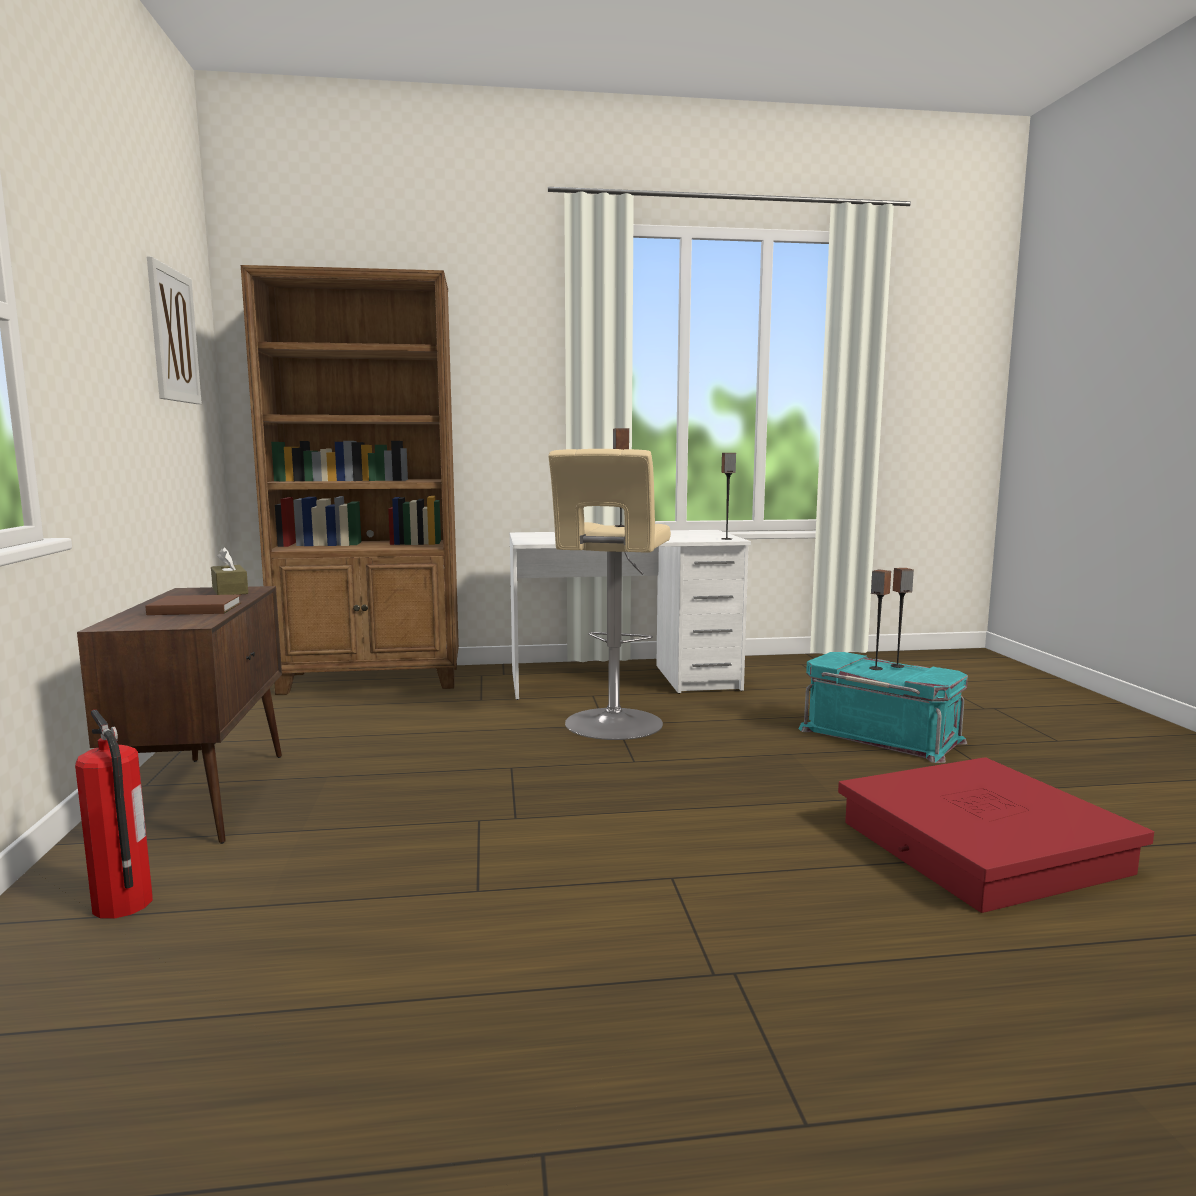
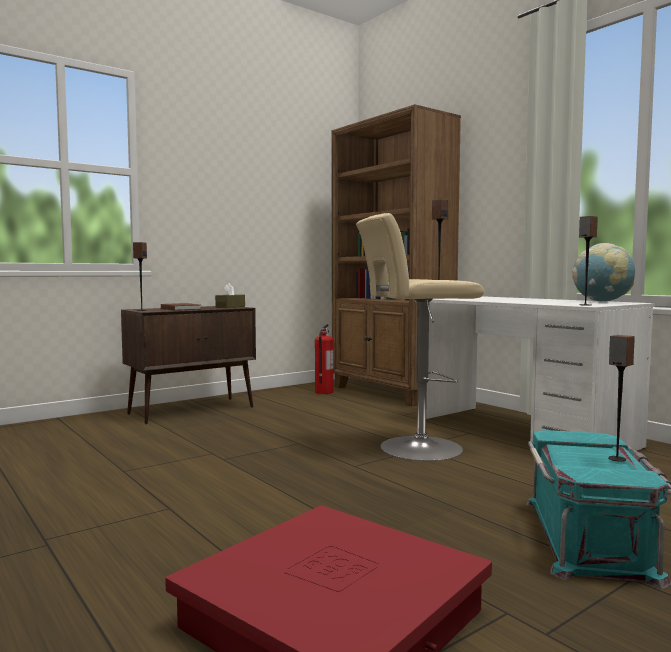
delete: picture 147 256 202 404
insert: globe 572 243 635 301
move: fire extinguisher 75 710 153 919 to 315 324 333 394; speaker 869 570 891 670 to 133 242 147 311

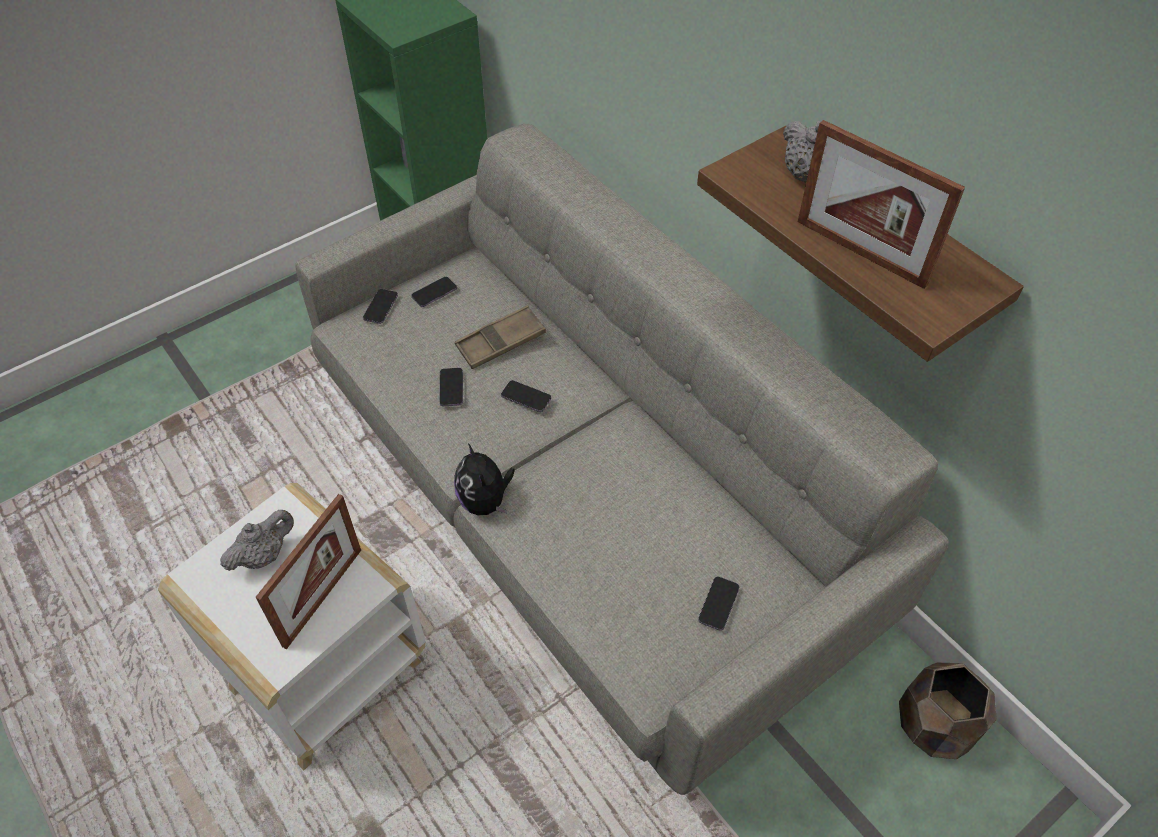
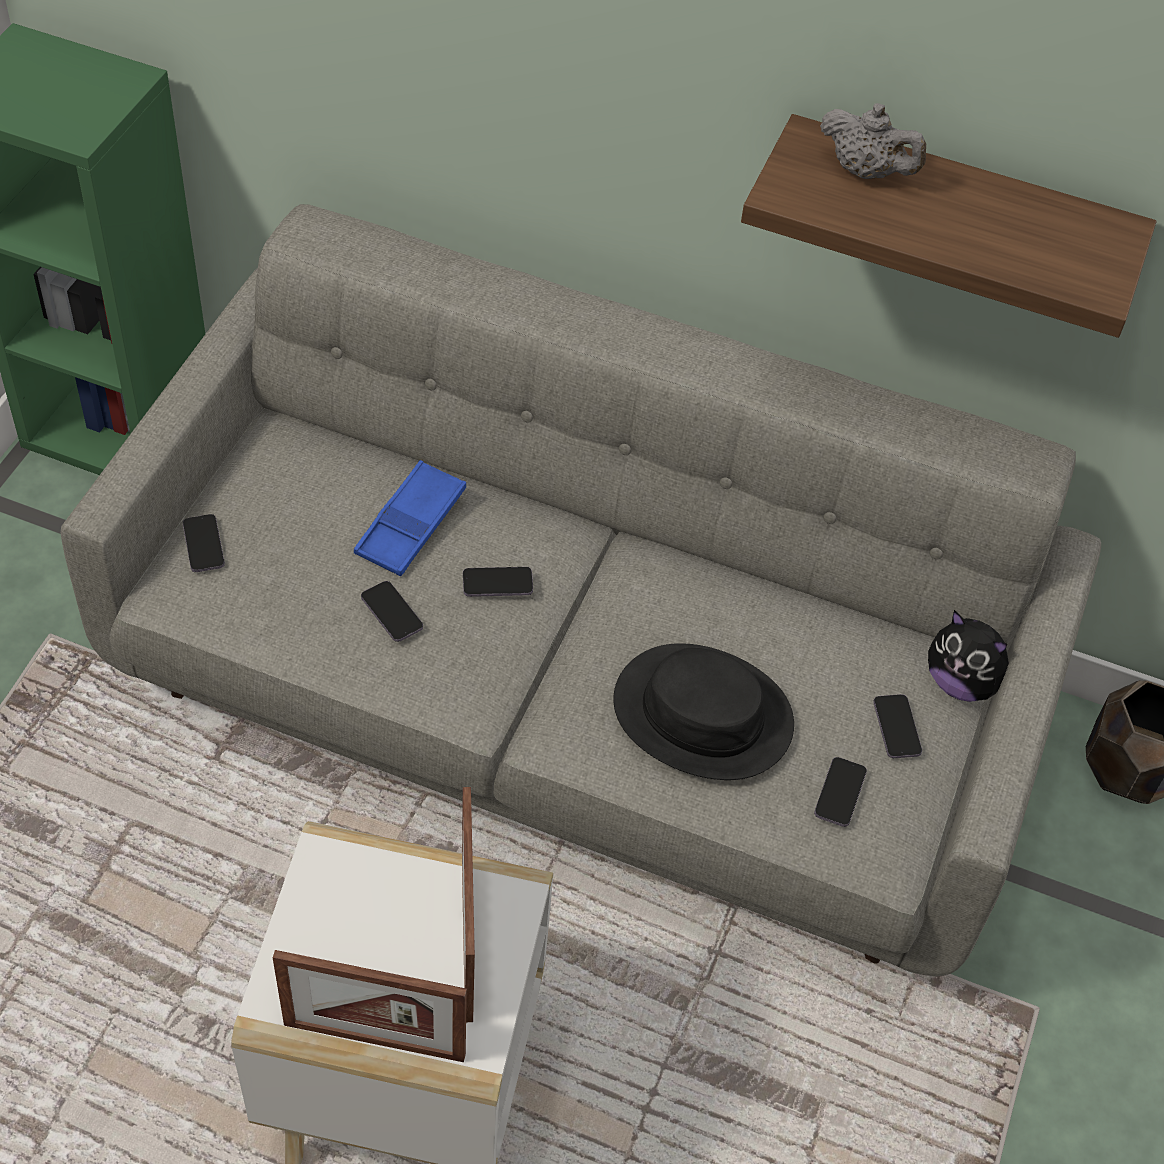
delete: grey teapot 220 510 294 571
insert: black hat 613 643 794 780
move: phone 411 277 457 307 to 814 757 867 827; plush toy 454 442 515 516 to 928 610 1009 702; picture frame 798 120 965 289 to 273 950 467 1062
recolor: brown tray 455 305 546 369 to blue tray 354 460 466 576

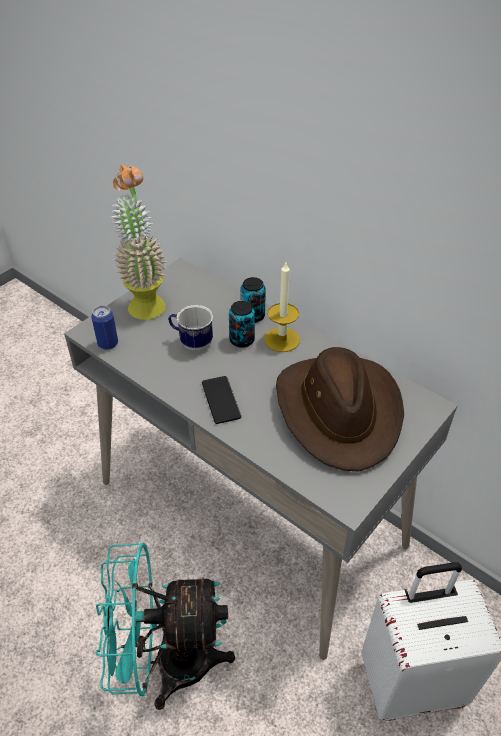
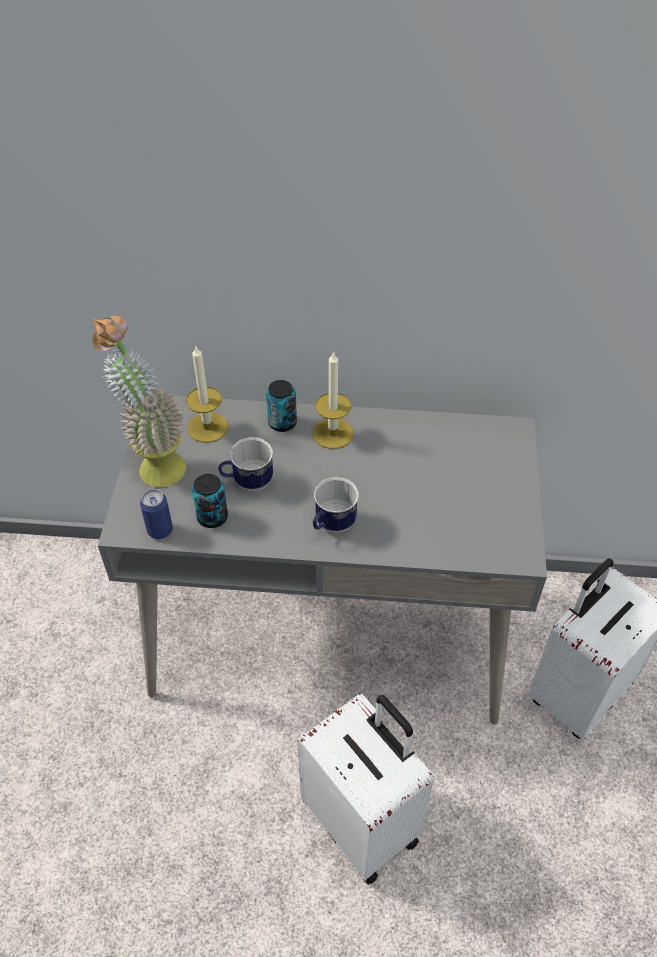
delete: brown hat 276 347 404 472
insert: candle 186 346 228 443
move: can 229 301 255 348 to 192 474 228 528
replace: turquoise fan 96 543 235 710 to white suitcase 297 693 434 885; phone 202 376 241 424 to mug 313 477 359 533

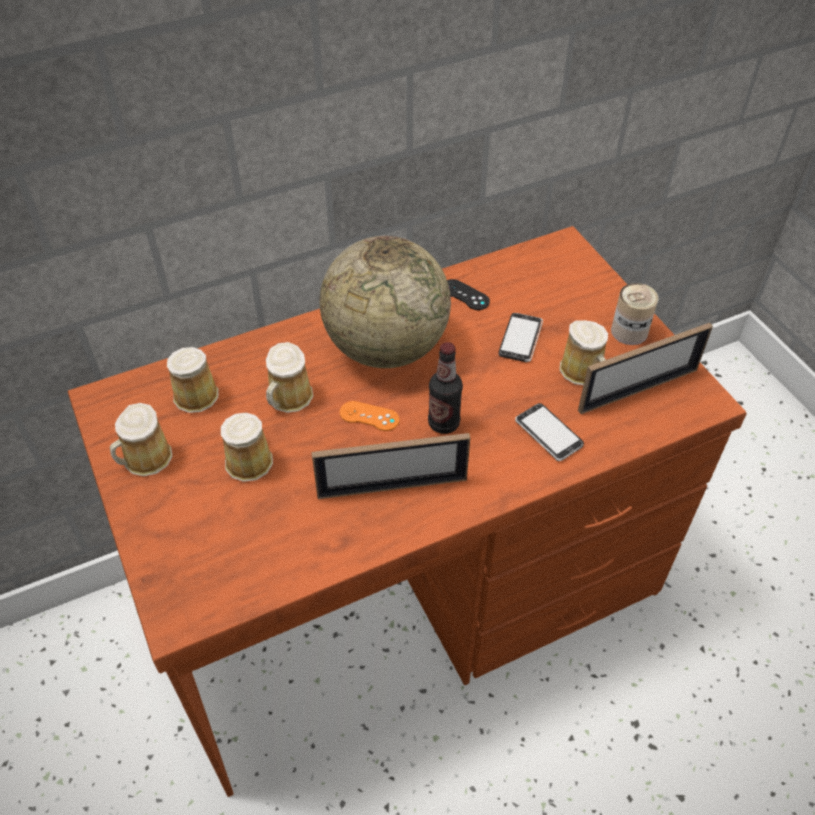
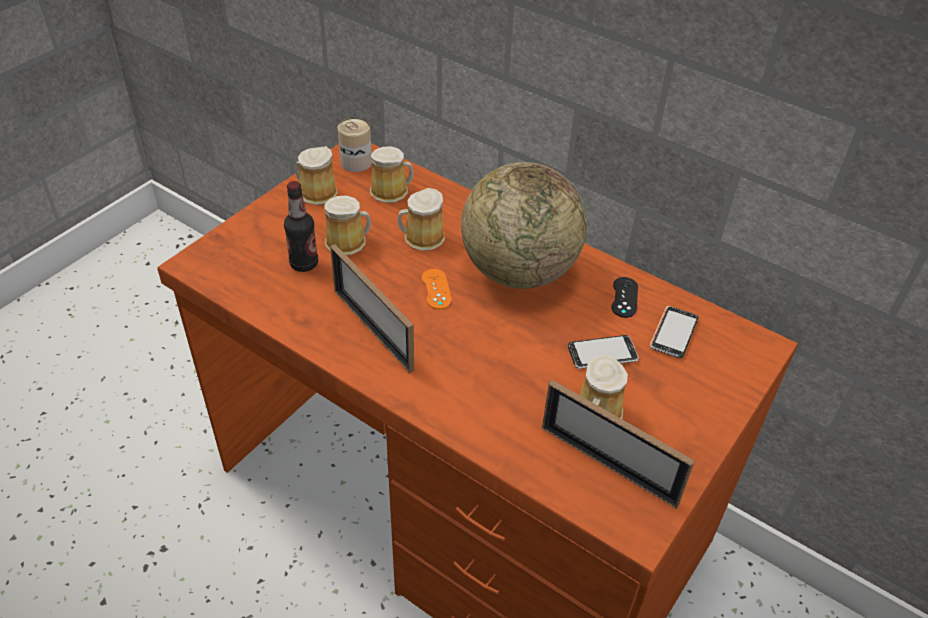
move: bottle 428 342 463 434 to 284 181 318 272; phone 515 403 584 461 to 650 306 698 358; can 611 283 658 345 to 338 118 372 172

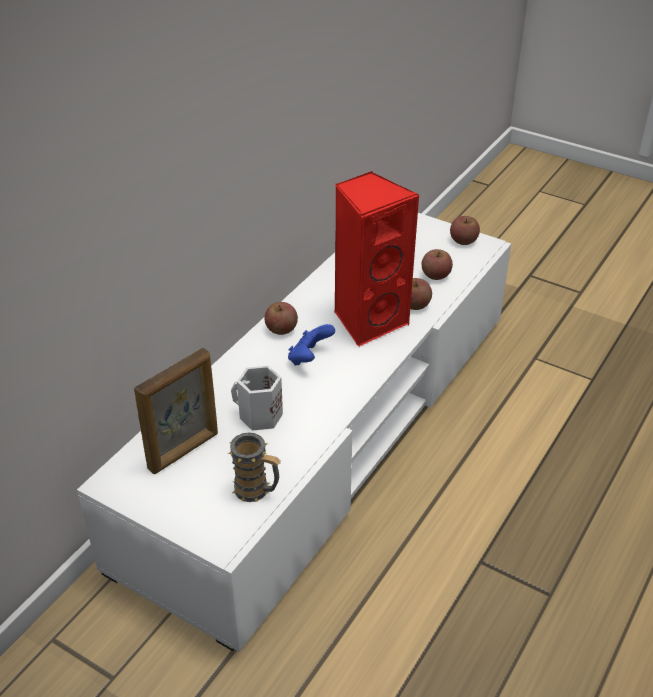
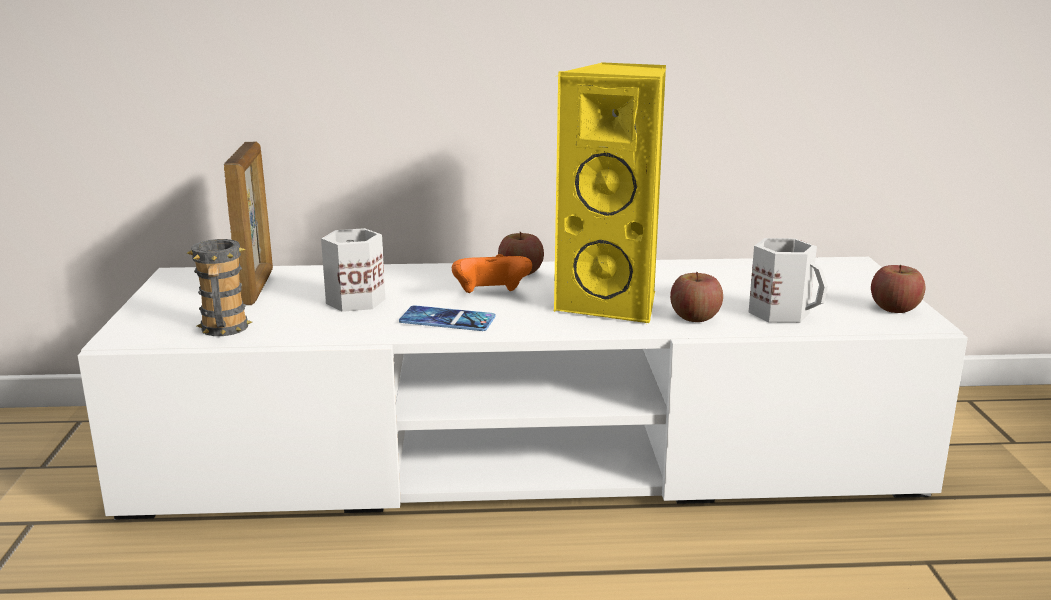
insert: phone 399 305 496 331
replace: apple 422 249 453 280 to white mug 748 238 828 323
recolor: blue game controller 288 324 335 366 to orange game controller 452 254 532 293; red speaker 334 171 419 347 to yellow speaker 554 62 666 324
rotate: picture frame 134 348 218 474 = 224 141 273 305 105 degrees counterclockwise

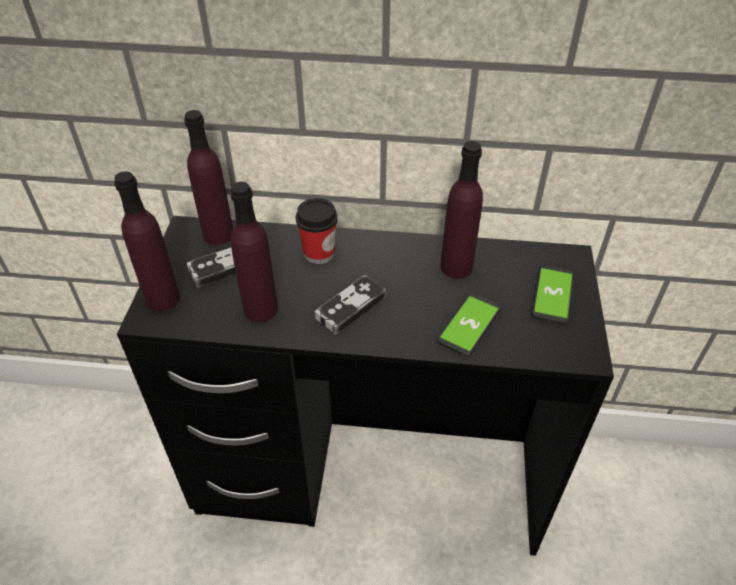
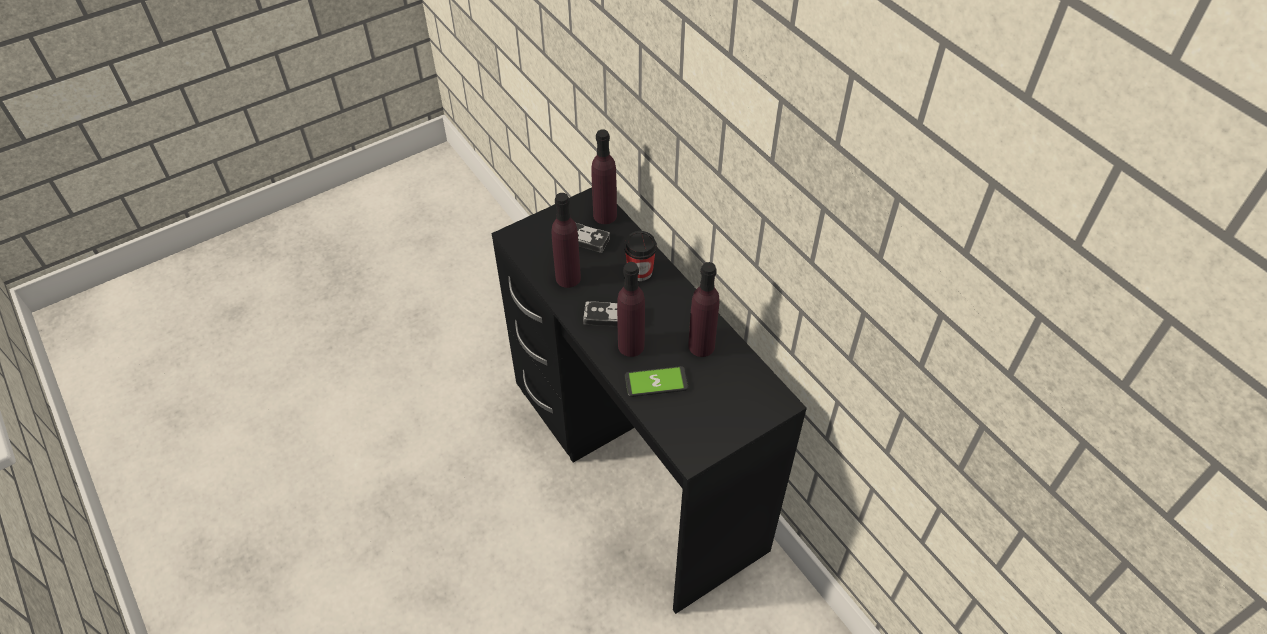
delete: phone 531 265 574 324
move: purple bottle 114 171 180 311 to 617 262 645 357

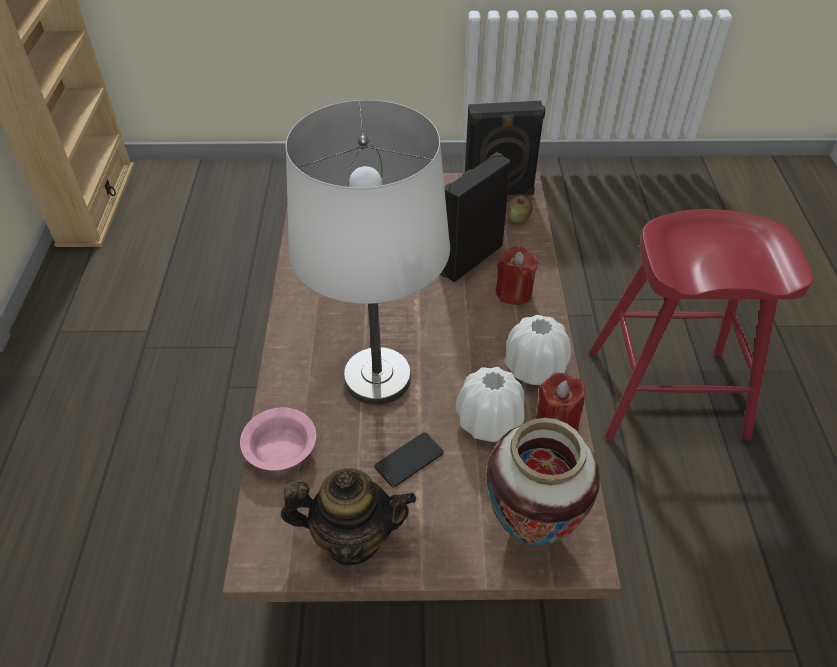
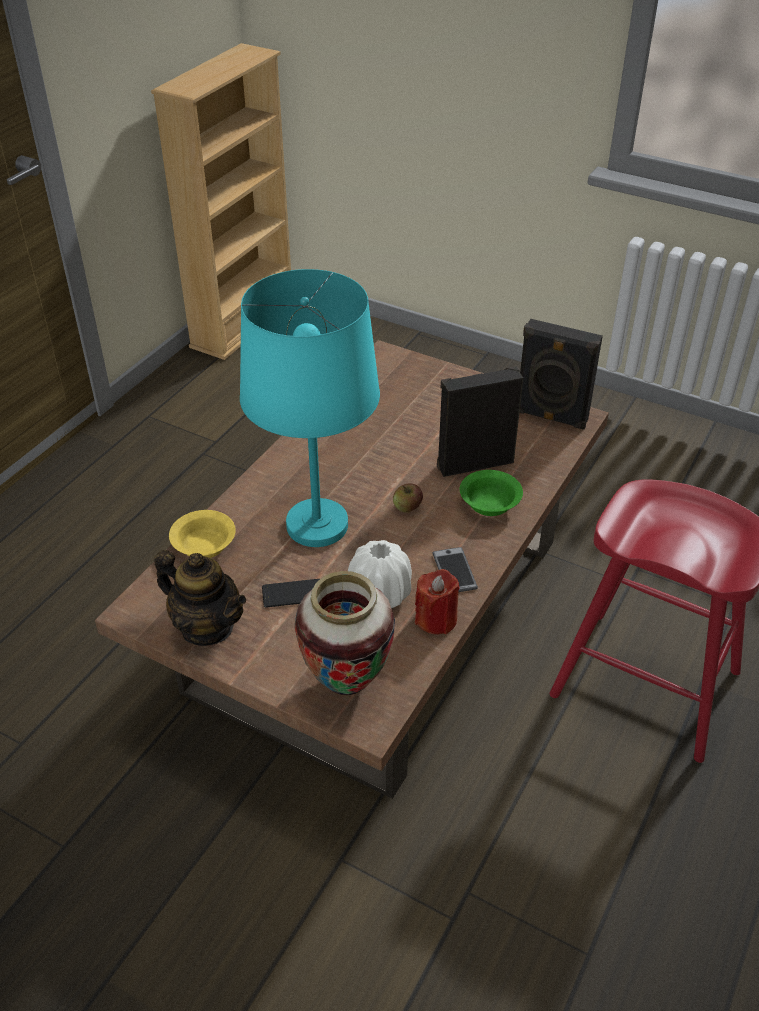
move: apple 507 195 533 223 to 393 483 423 513
replace: red candle 495 246 538 305 to green bowl 460 470 523 516; white vase 505 315 571 385 to phone 432 547 478 592
recolor: pink bowl 240 408 316 471 to yellow bowl 169 510 236 558; white table lamp 286 100 450 405 to turquoise table lamp 240 269 380 547

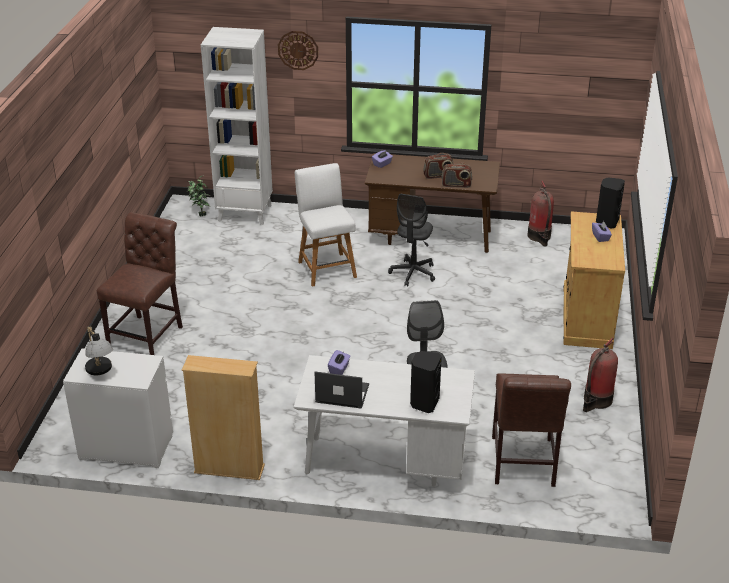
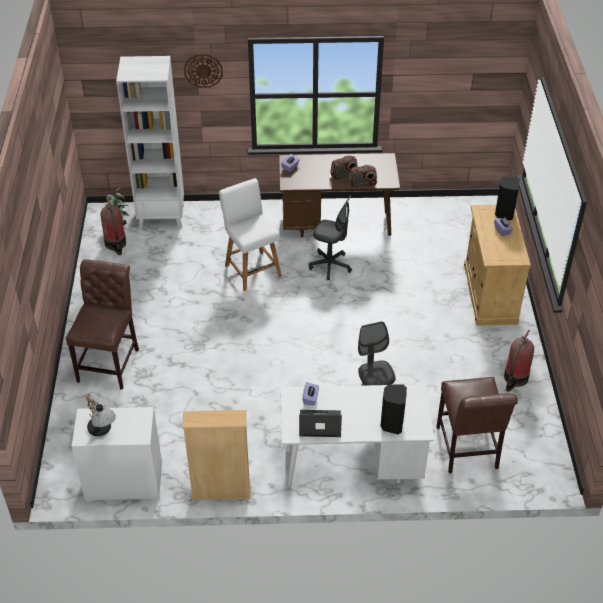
move: fire extinguisher 528 180 554 247 to 100 197 126 255
rotate: grey office chair 388 194 435 287 = 309 195 352 281 75 degrees counterclockwise

